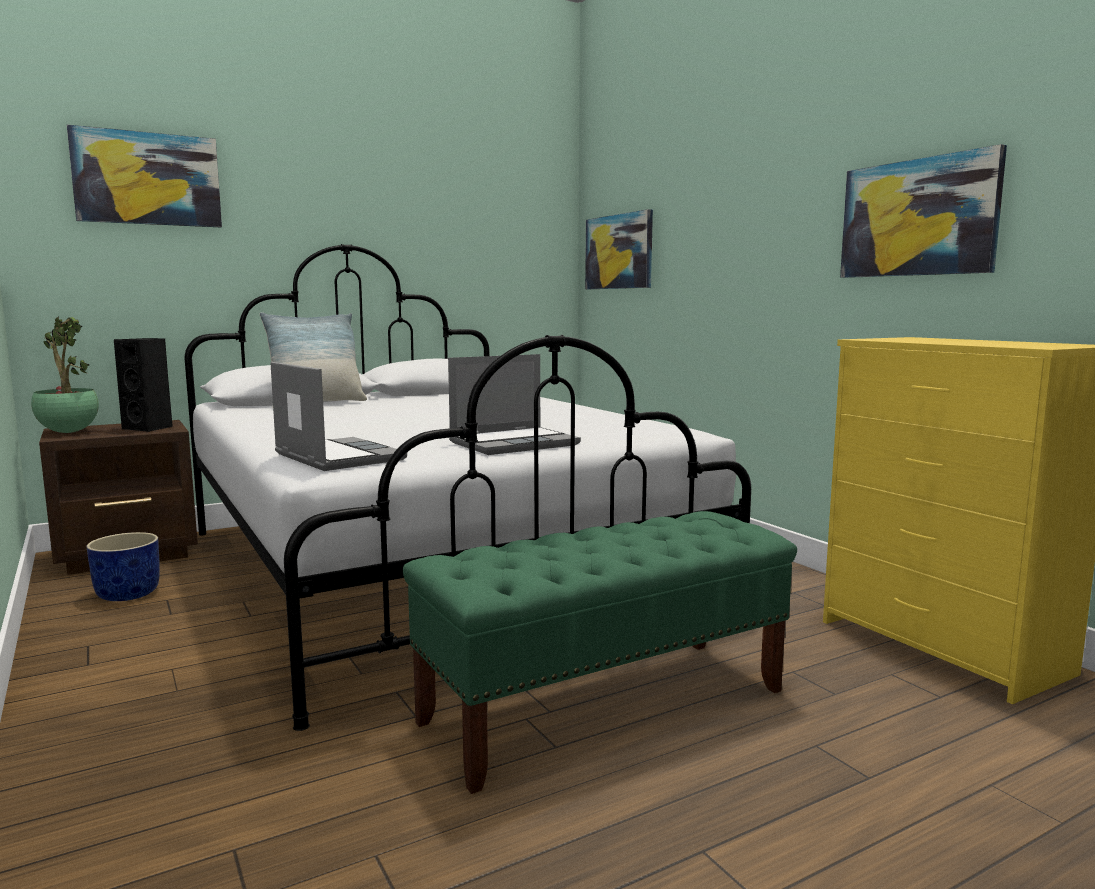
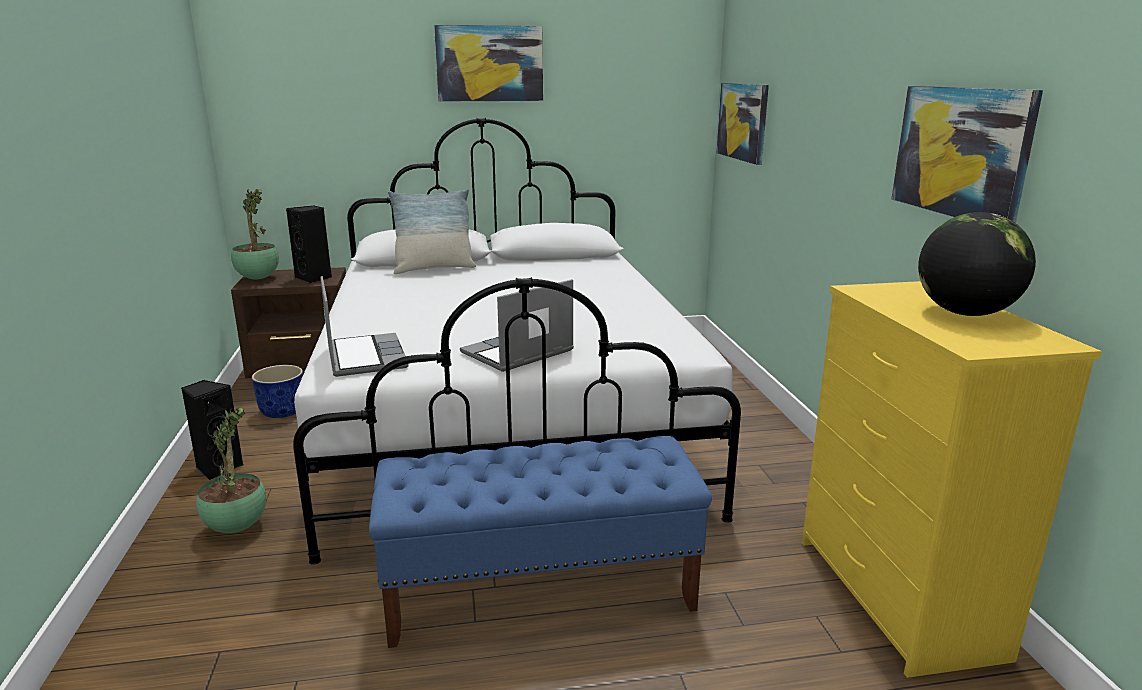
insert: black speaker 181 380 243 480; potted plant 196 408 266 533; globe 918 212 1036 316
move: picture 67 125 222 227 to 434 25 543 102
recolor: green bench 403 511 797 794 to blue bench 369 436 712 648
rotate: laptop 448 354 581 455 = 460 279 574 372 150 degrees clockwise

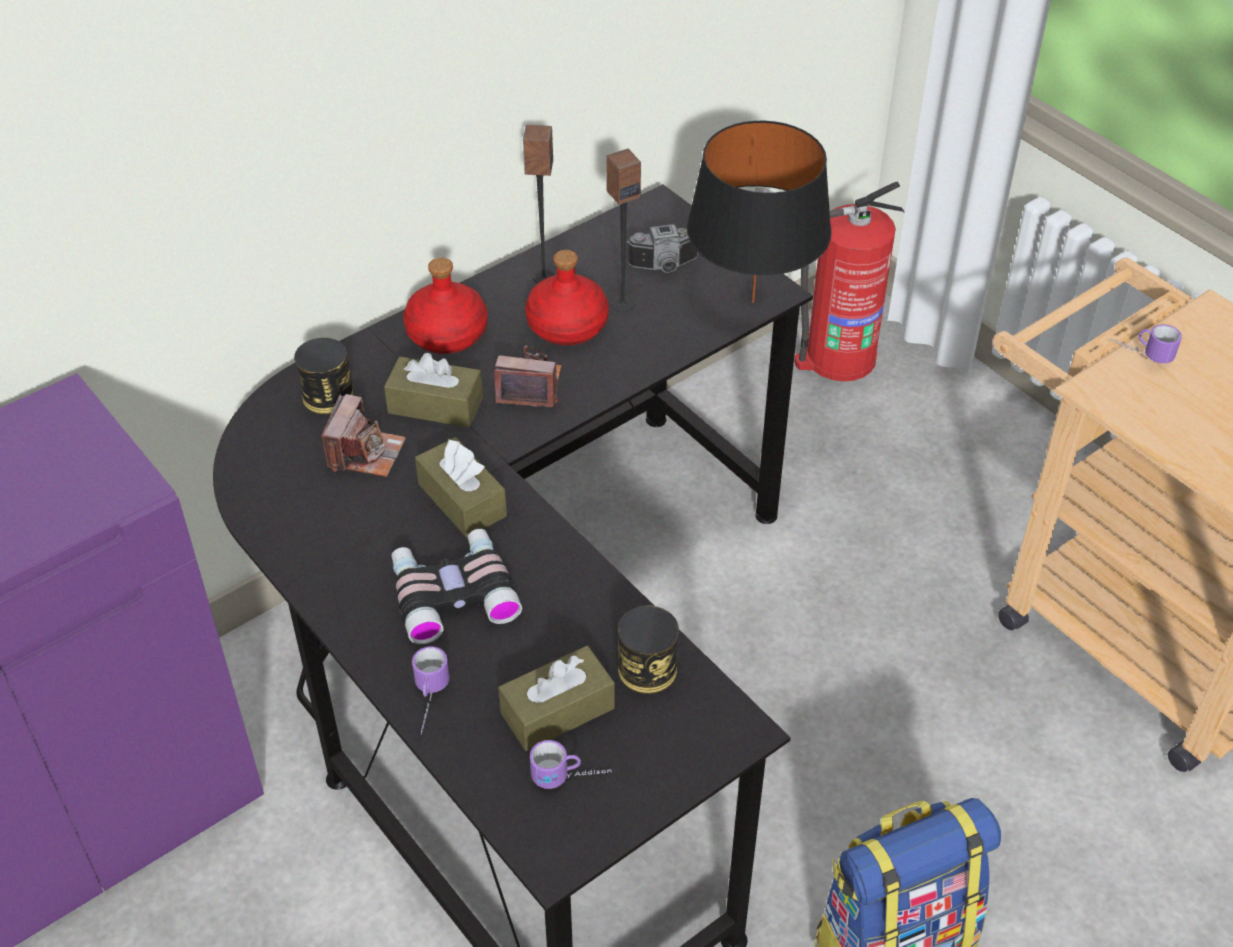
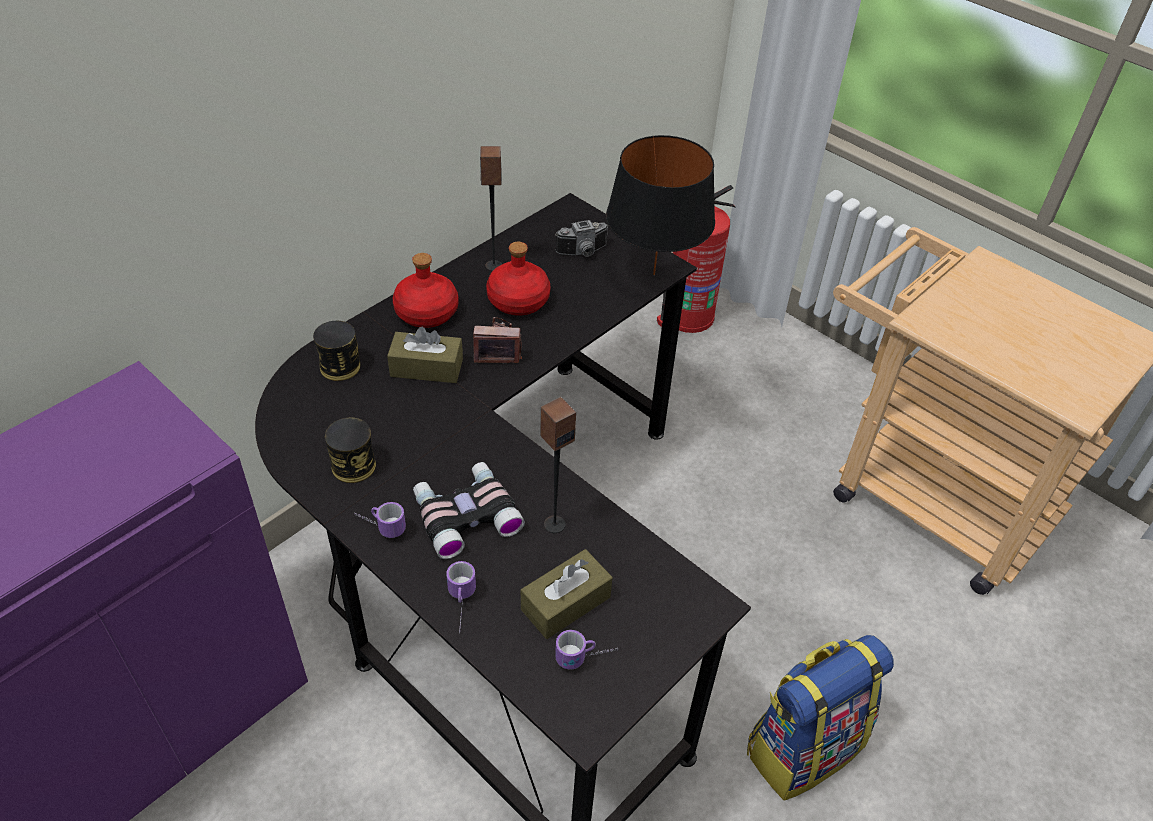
delete: photo camera 322 394 406 477; brown tissue box 415 437 507 537
move: speaker 606 149 641 312 to 540 397 576 533; can 618 605 679 694 to 325 418 376 483; mug 1110 324 1182 364 to 354 502 406 538

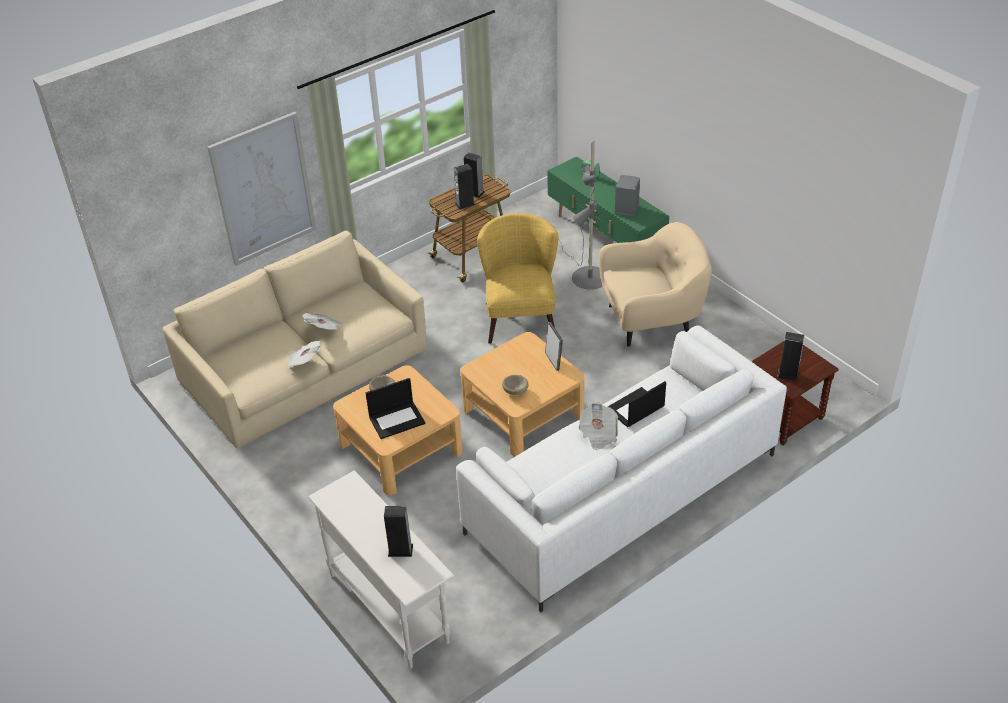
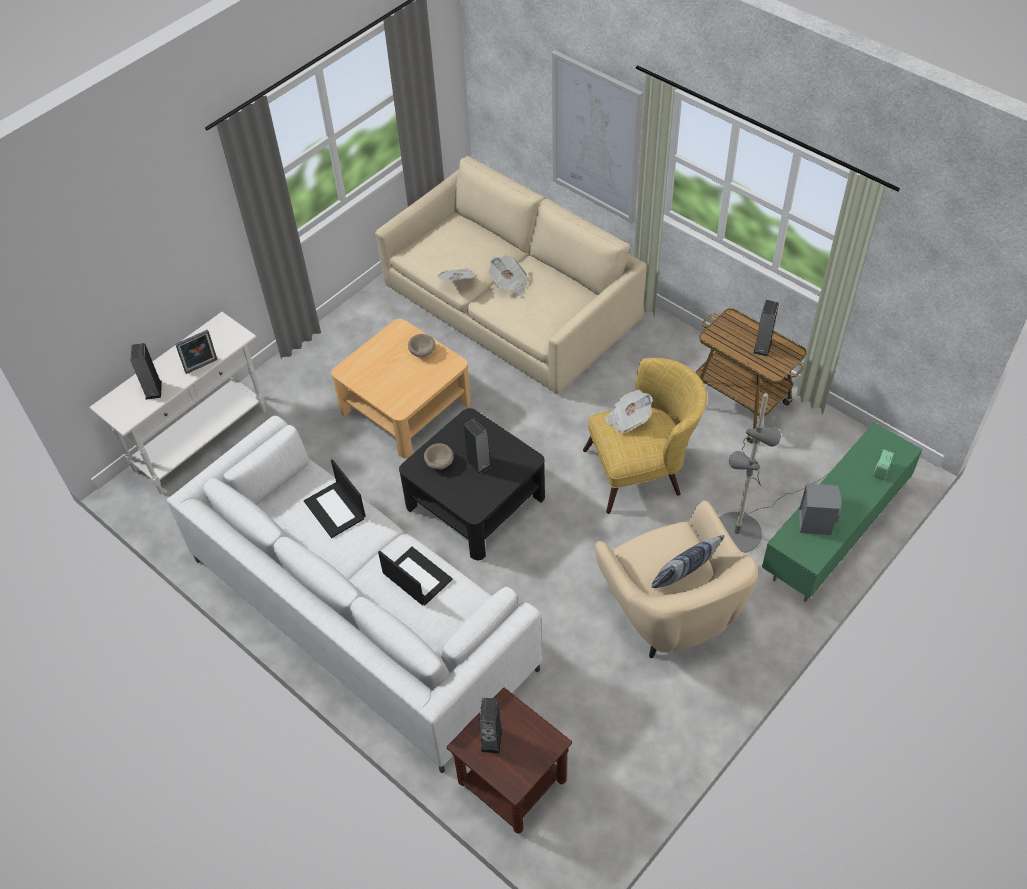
insert: pillow 652 535 725 588
move: laptop 366 378 426 439 to 304 459 366 538; speaker 454 164 475 210 to 464 418 491 474; picture frame 545 322 563 371 to 175 330 217 374; newspaper 578 402 618 450 to 605 390 653 434
recolor: beige coffee table 460 332 585 456 to black coffee table 399 408 545 560

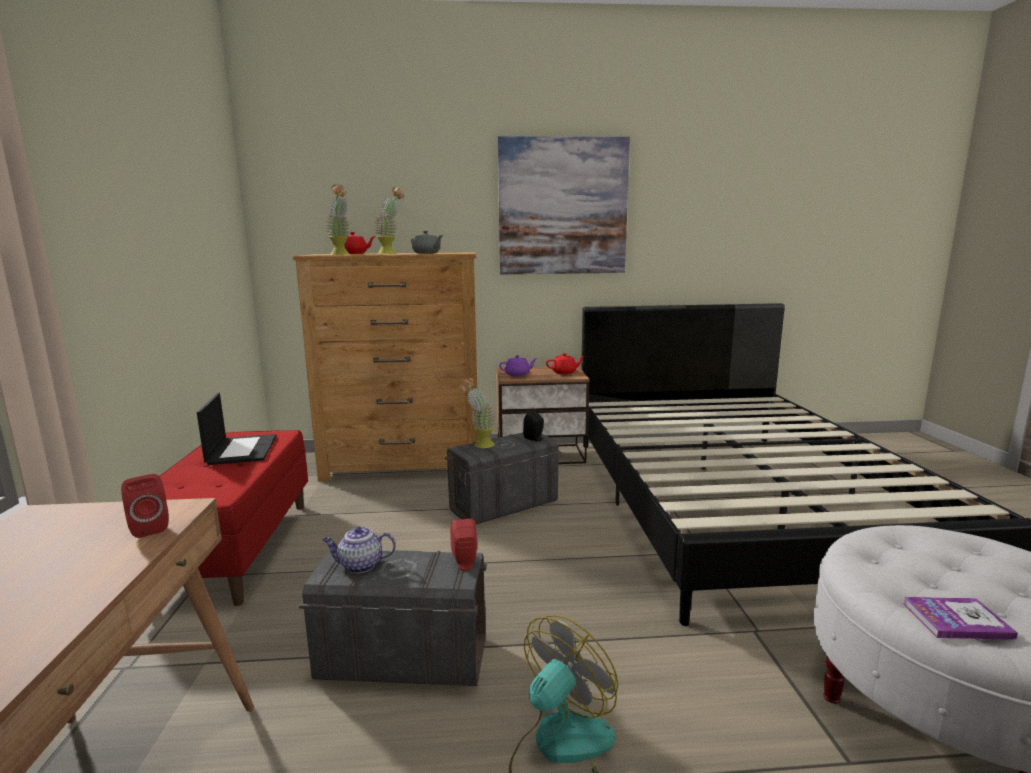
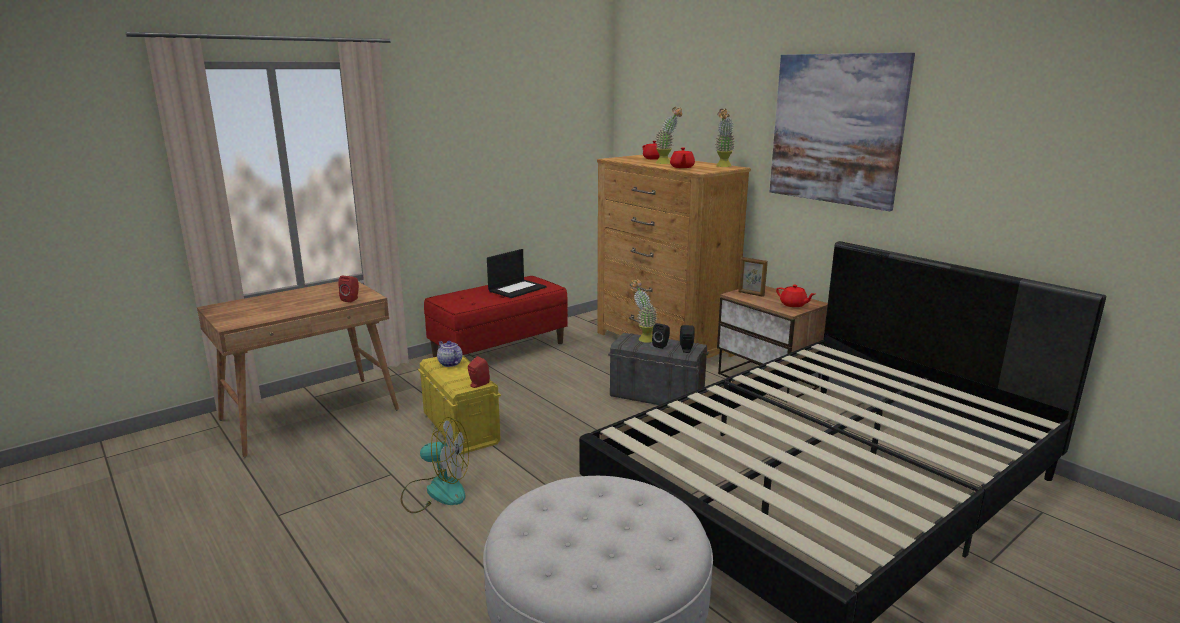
delete: book 903 597 1018 640
insert: black speaker 652 323 670 349
move: potted plant 326 184 350 255 to 716 108 735 167
replace: purple teapot 499 355 537 376 to picture frame 738 257 768 297
recolor: grey storage box 299 550 487 686 to yellow storage box 418 355 501 455; grey teapot 411 231 443 254 to red teapot 670 148 695 168

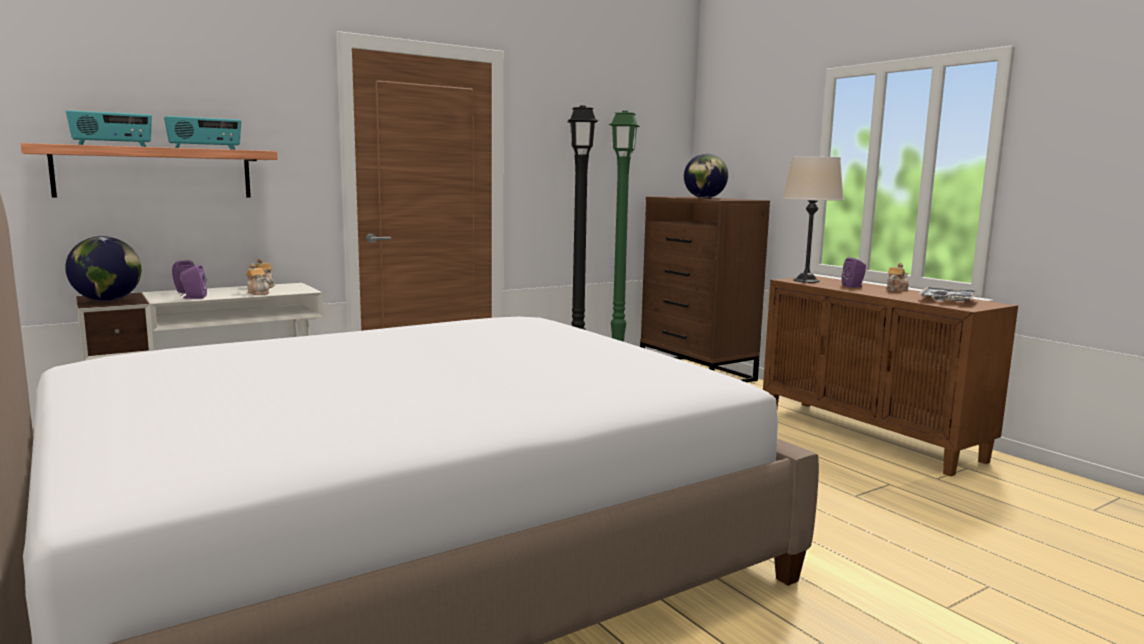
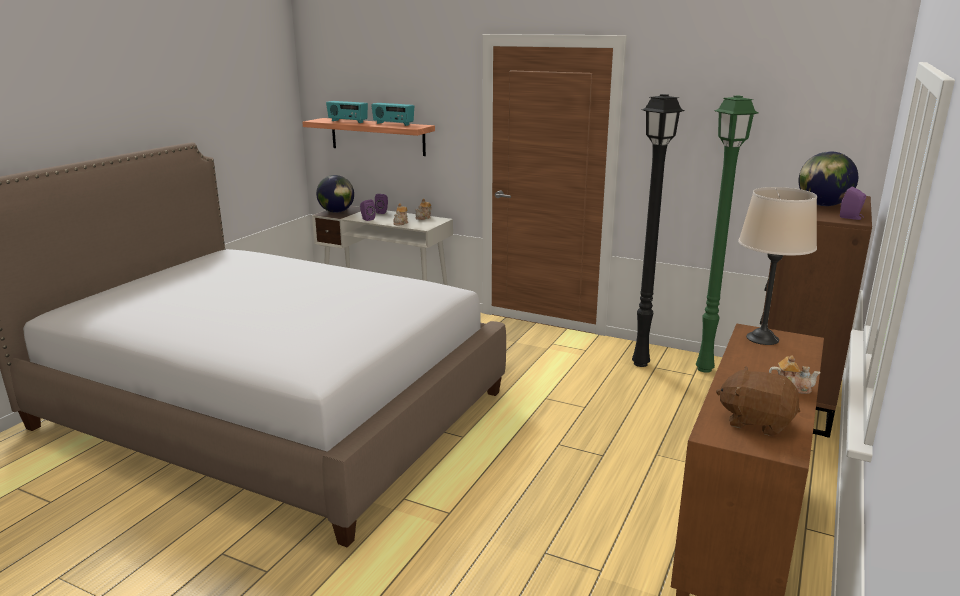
move: purple speaker 842 258 866 288 to 840 187 866 220
replace: tray 918 287 980 301 to brown plush toy 716 366 800 436

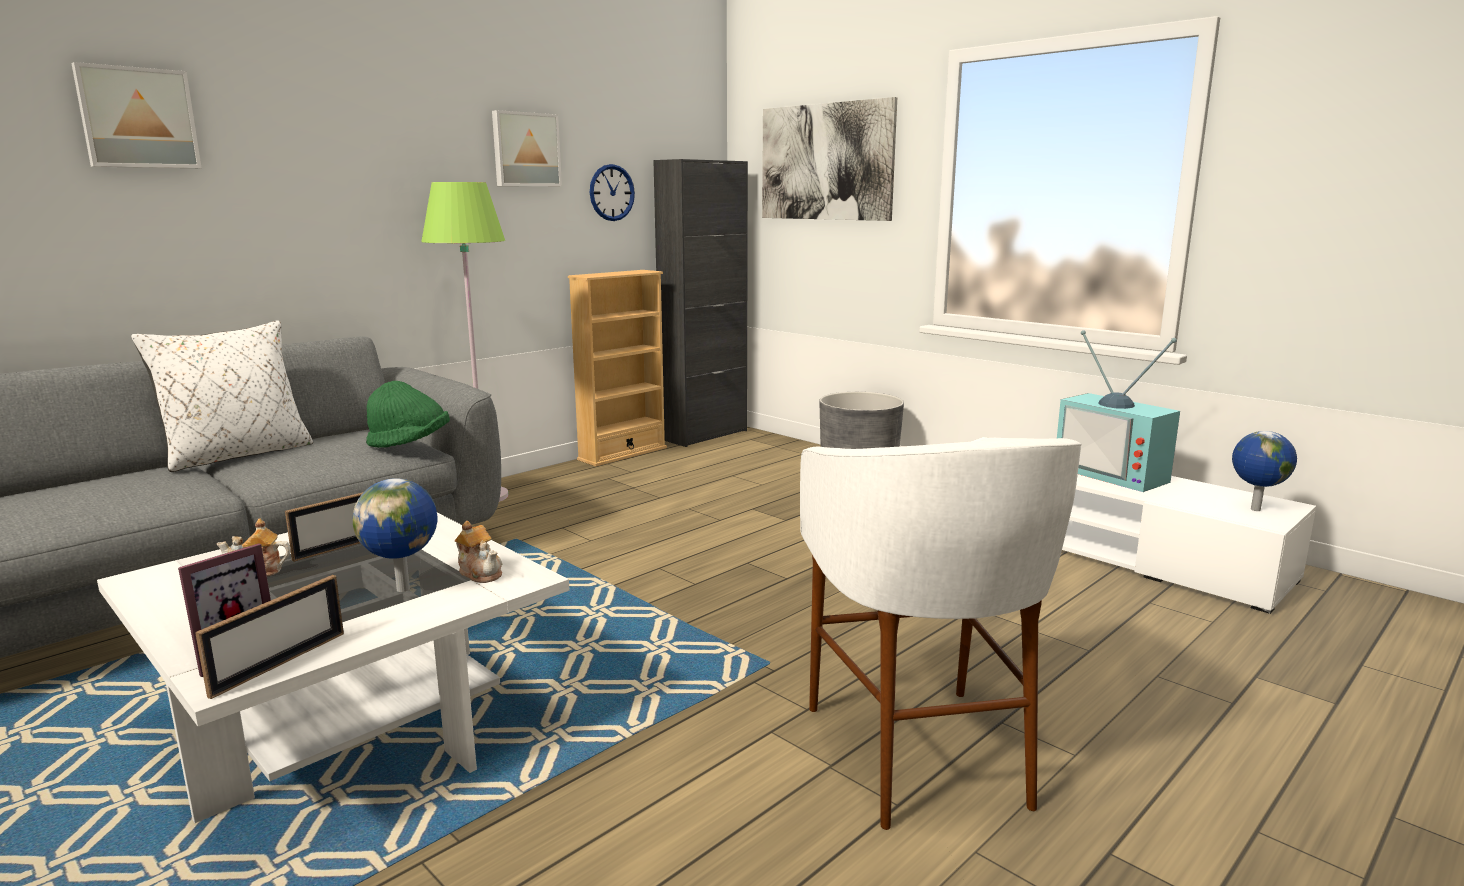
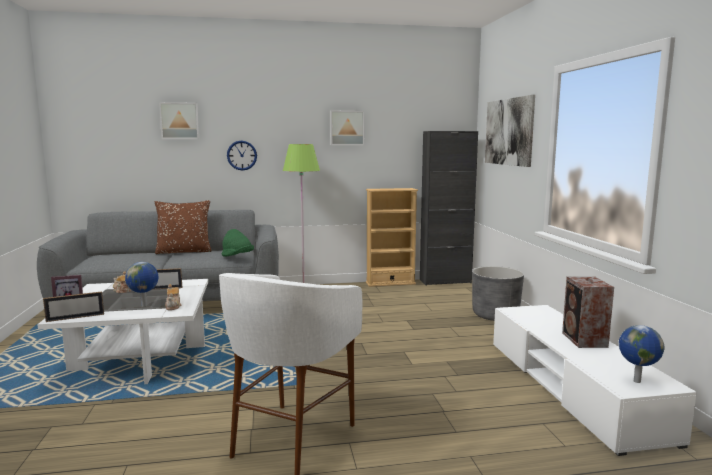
move: wall clock 590 164 635 221 to 227 141 257 171
replace: television 1057 330 1180 492 to speaker 562 277 614 348
recolor: white pillow 131 320 313 472 to brown pillow 155 200 212 254

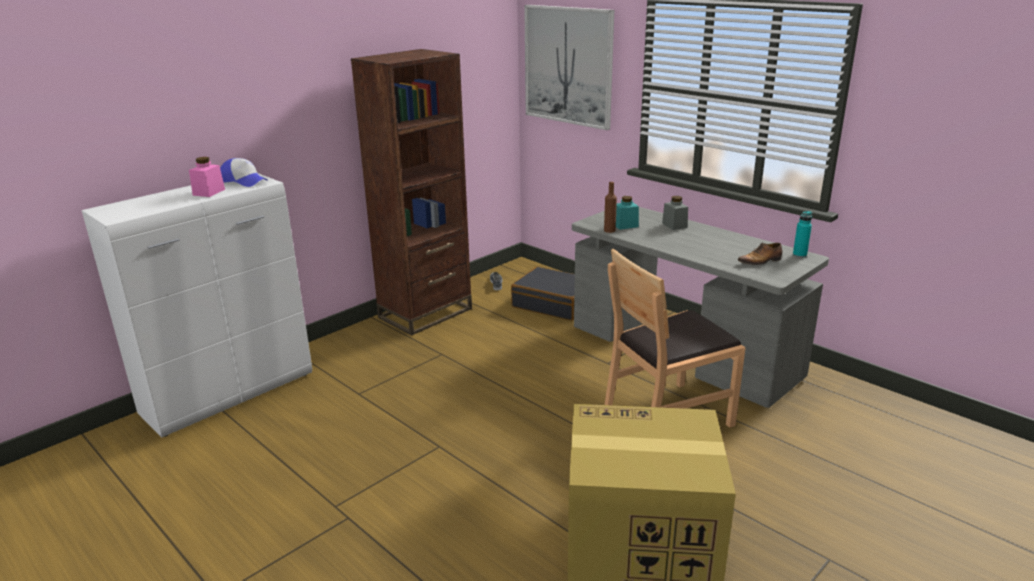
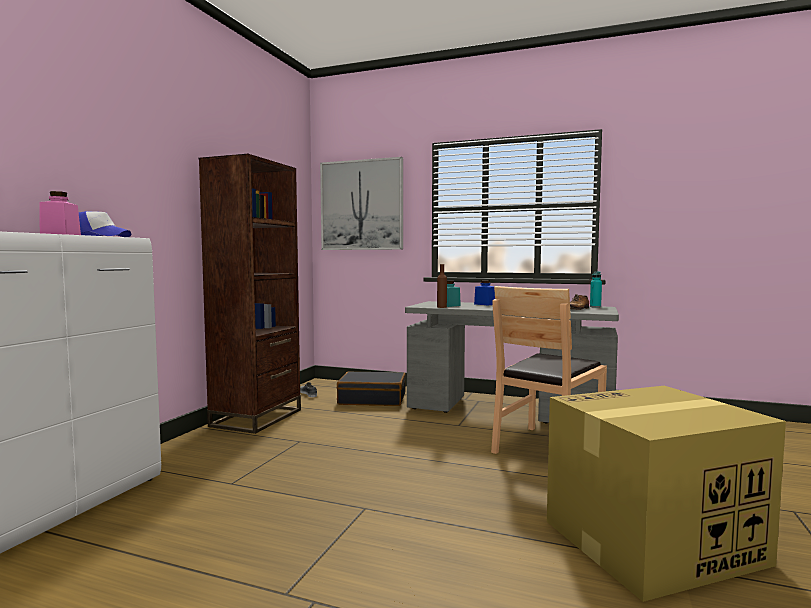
recolor: grey jar 662 196 688 230 to blue jar 474 280 495 305

